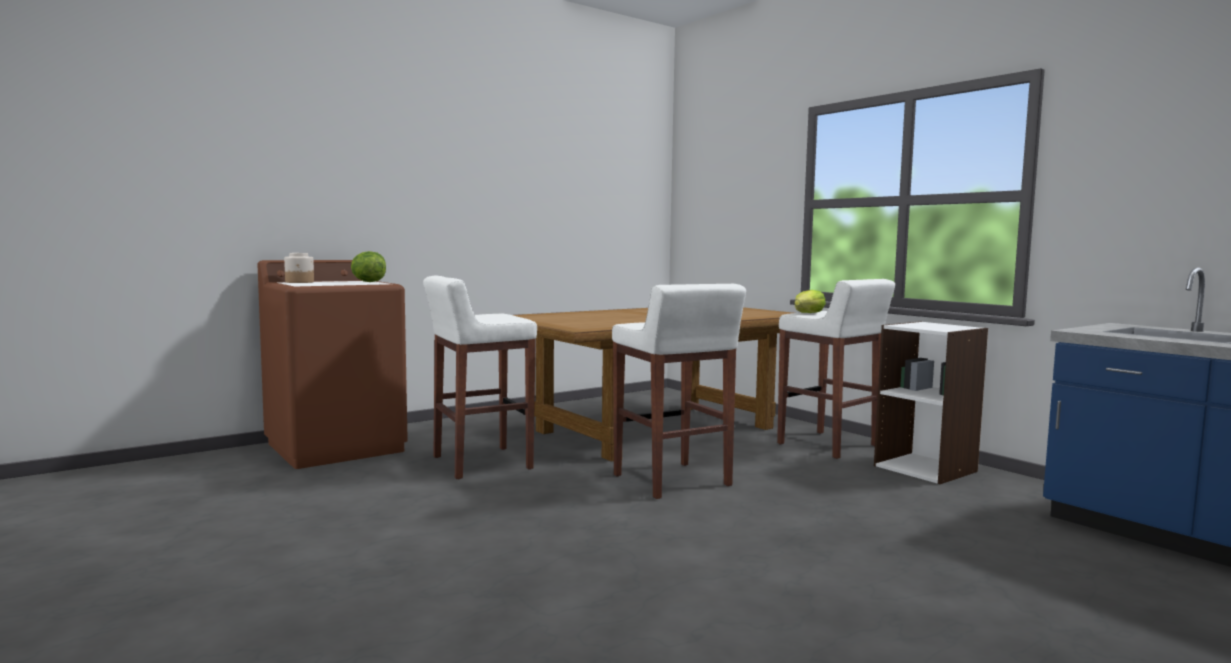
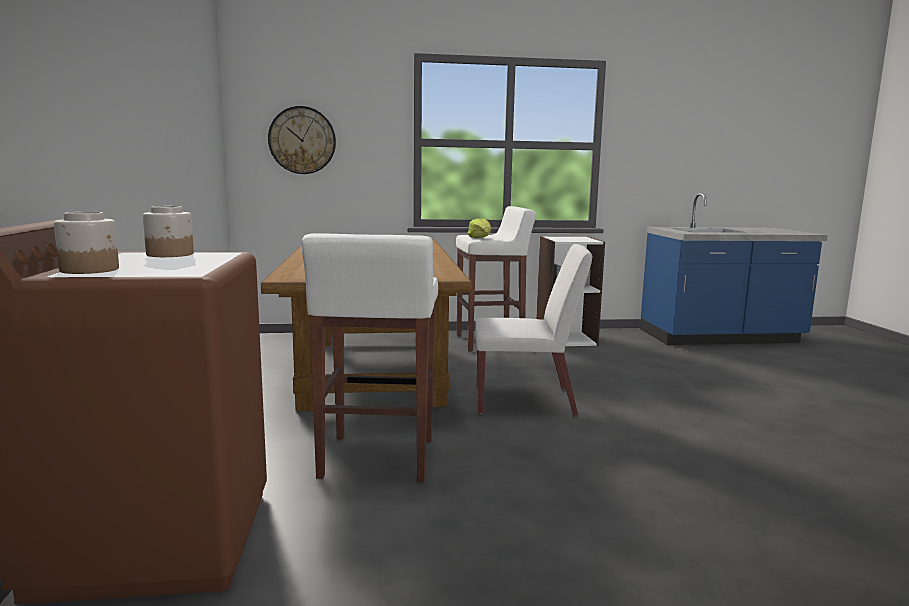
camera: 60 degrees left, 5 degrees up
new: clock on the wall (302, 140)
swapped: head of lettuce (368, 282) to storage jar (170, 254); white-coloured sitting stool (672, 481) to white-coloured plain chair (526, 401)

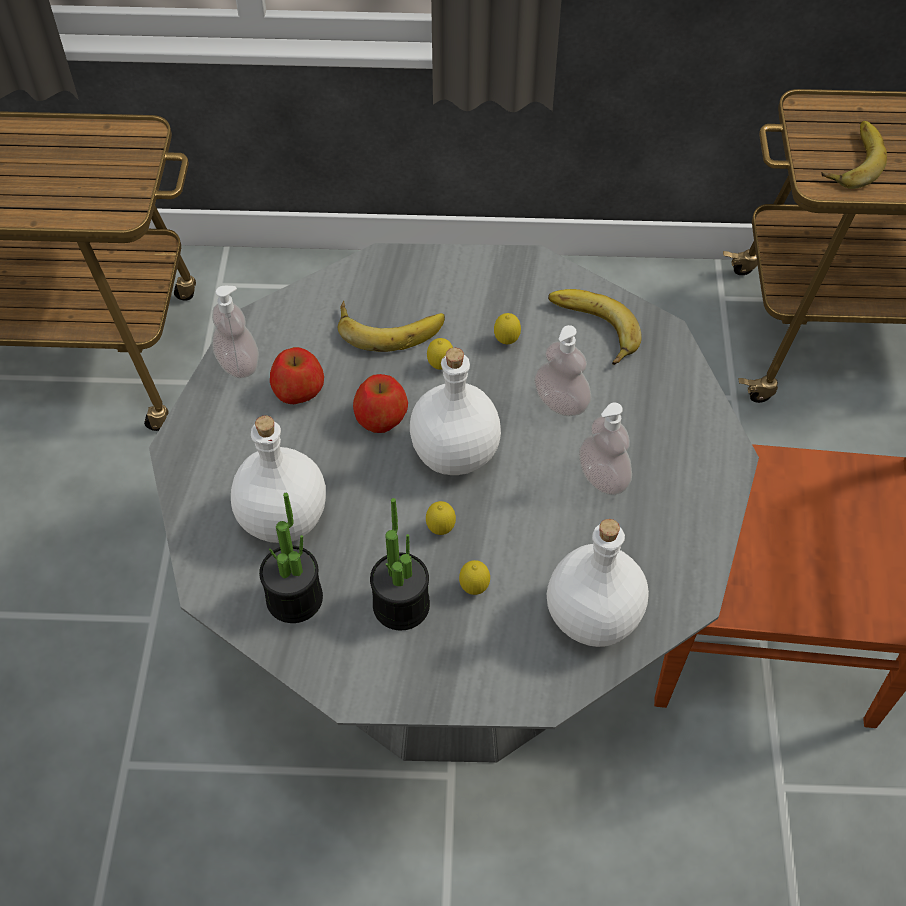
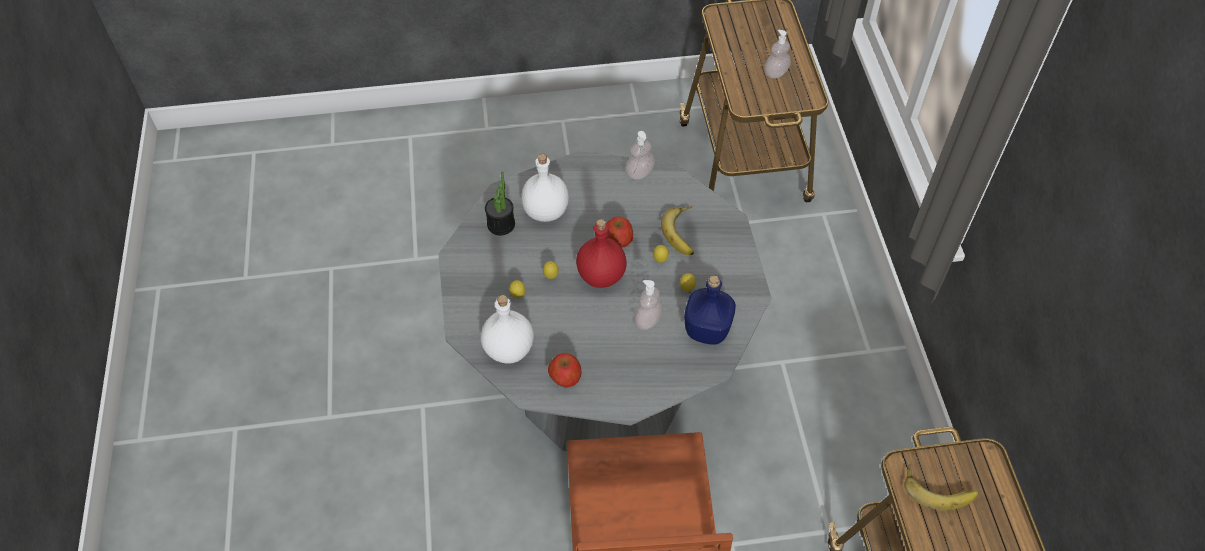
camera: 80 degrees right, 0 degrees up
gone: potted plant (401, 605)
shifted: apple (298, 390) to (565, 376); liquid soap bottle (602, 478) to (776, 73)
swapped: whole banana (590, 330) to blue-coloured beverage bottle (707, 329)
repainted: white-coloured beverage bottle (453, 453) to red beverage bottle (601, 275)

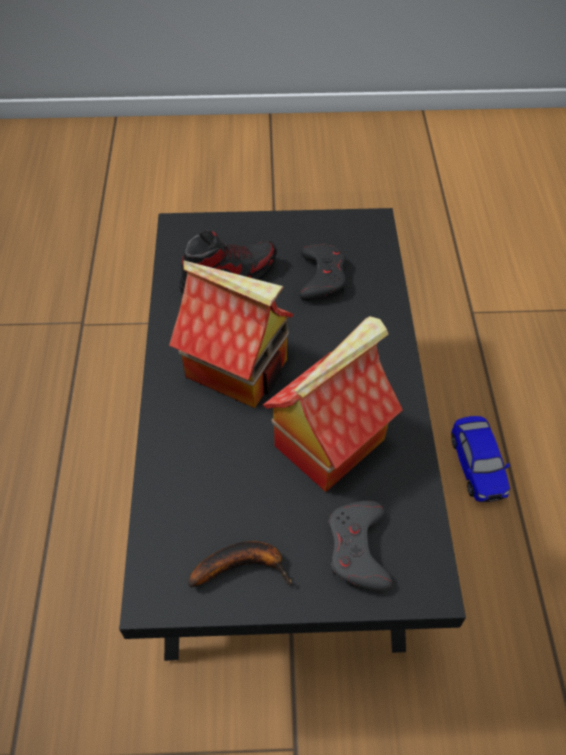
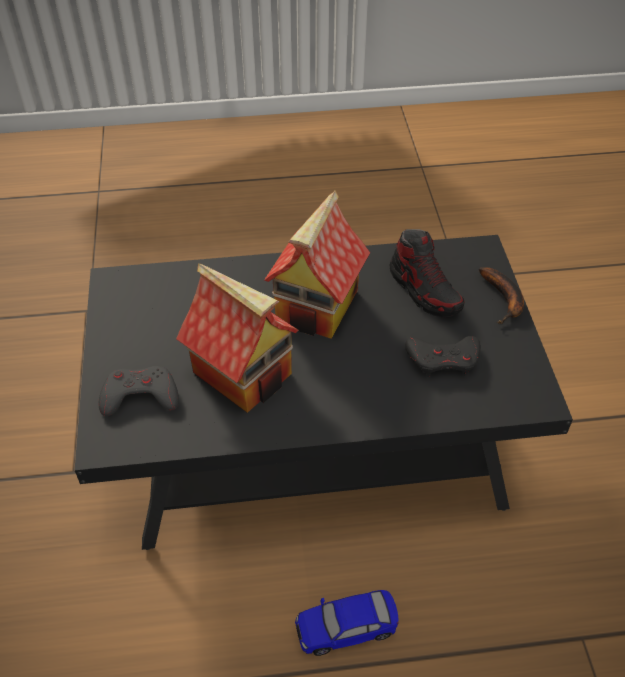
camera: 85 degrees right, 5 degrees down
shifted: whole banana (243, 565) to (504, 300)

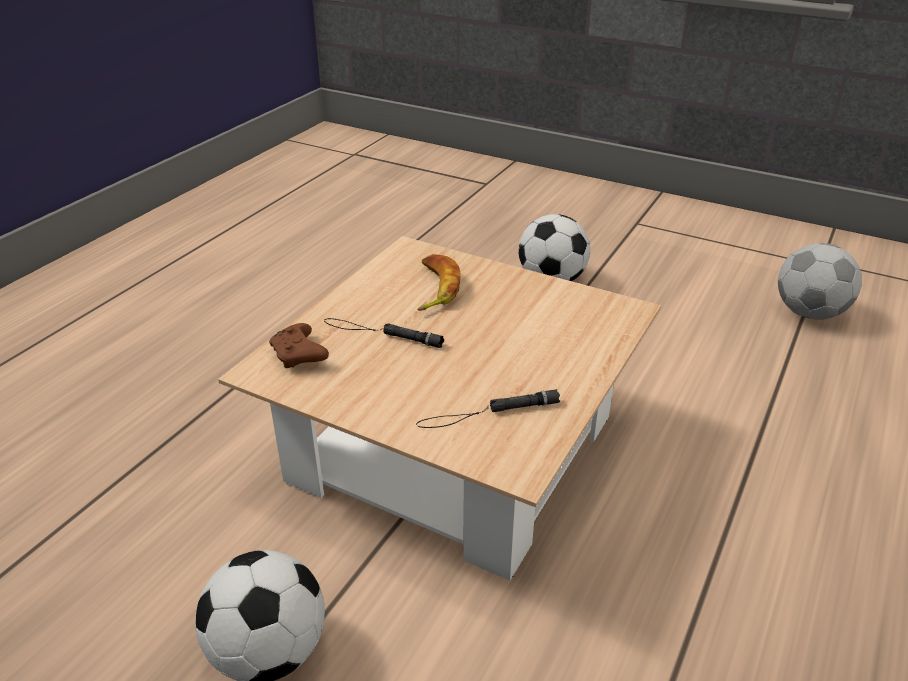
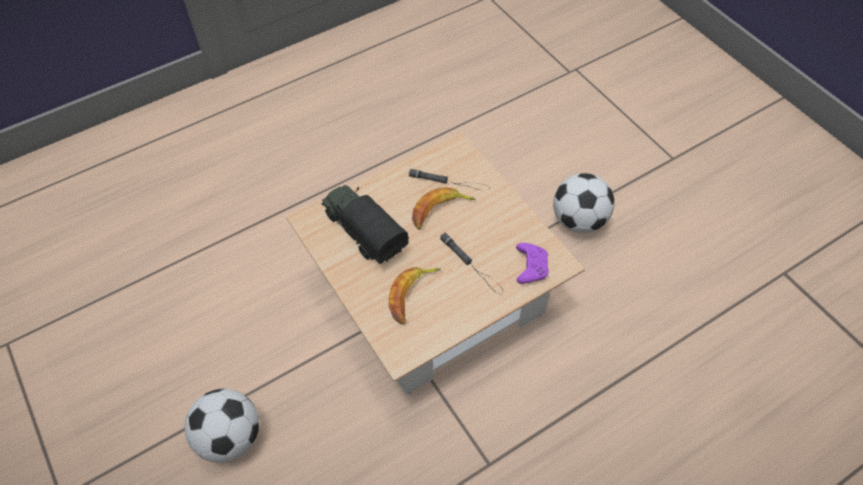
camera: 150 degrees left, 20 degrees up
gone: football ball (810, 313)
new: toy truck (363, 232); whole banana (439, 211)
repainted: brown-coloured game controller (299, 356) to purple-coloured game controller (530, 267)

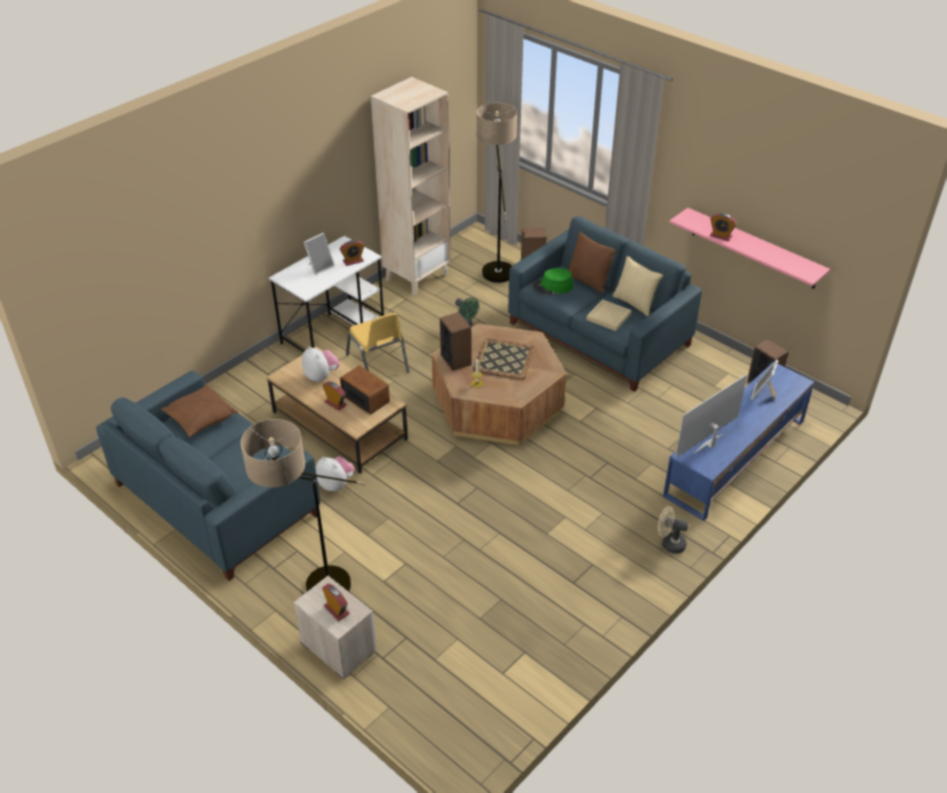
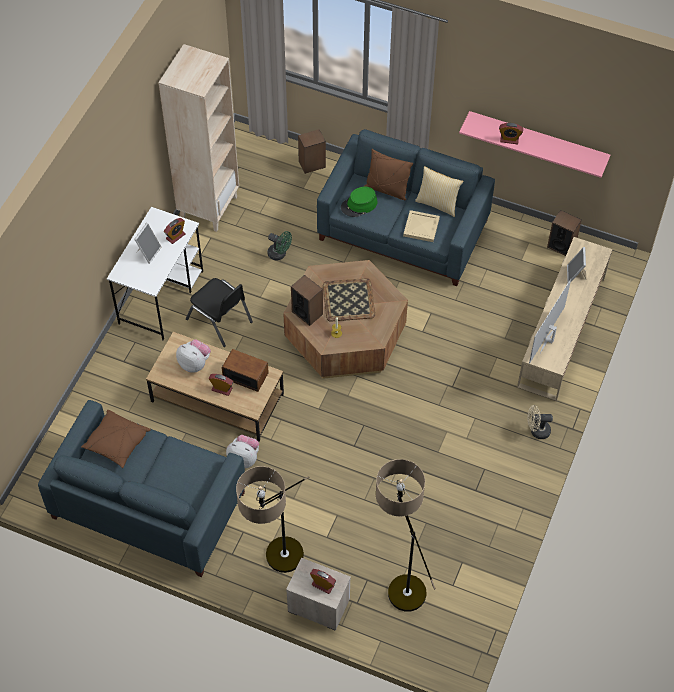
camera: 20 degrees left, 15 degrees up
shifted: standard lamp (496, 265) to (399, 580)
repainted: yellowish plain chair (378, 363) to black plain chair (219, 320); blue-coloured media console (734, 458) to beige-coloured media console (561, 331)

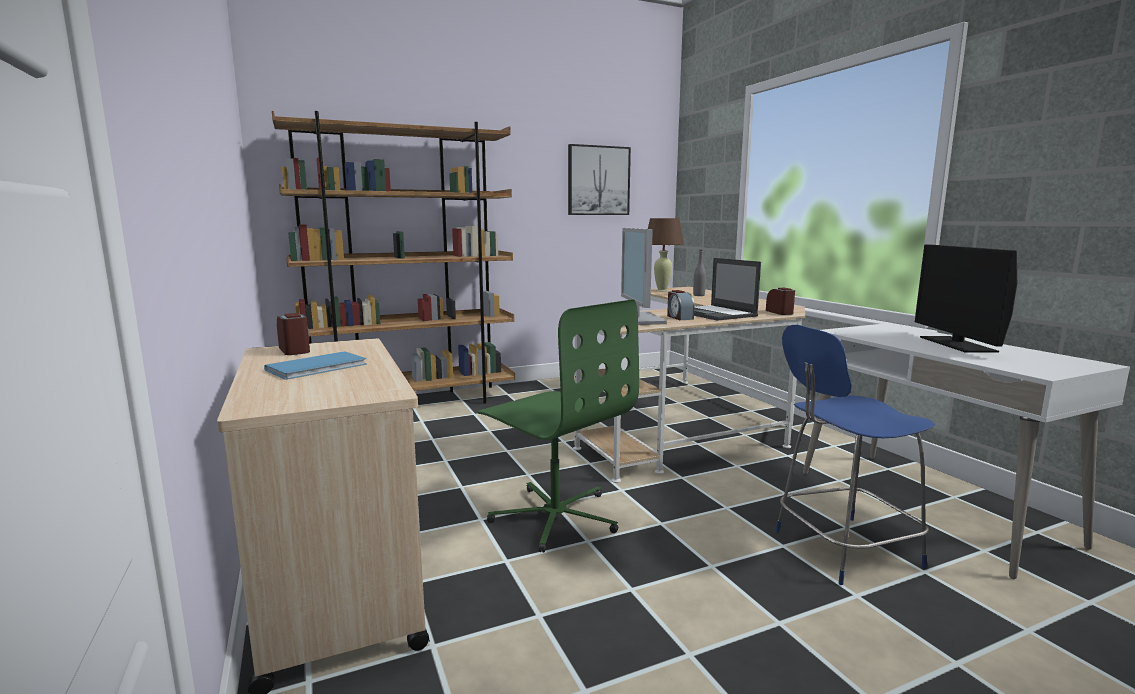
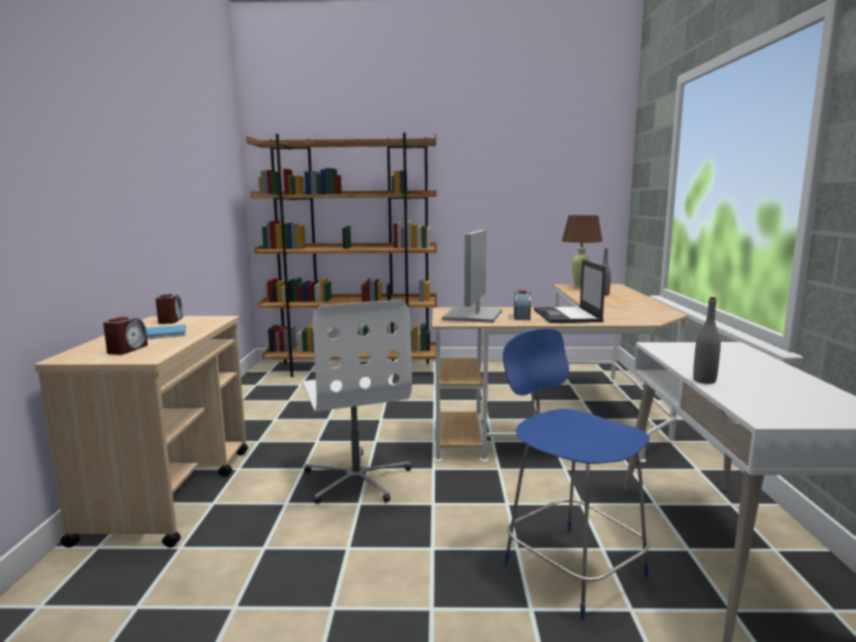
camera: 25 degrees right, 0 degrees up
gone: wall picture (598, 180); computer screen (957, 344)
new: grey beverage bottle (704, 381)
shifted: alarm clock (780, 312) to (127, 349)
repainted: greenish desk chair (555, 516) to white-coloured desk chair (357, 478)
rotated: blue-coloured plain chair (842, 549) = (570, 566) 45 degrees clockwise

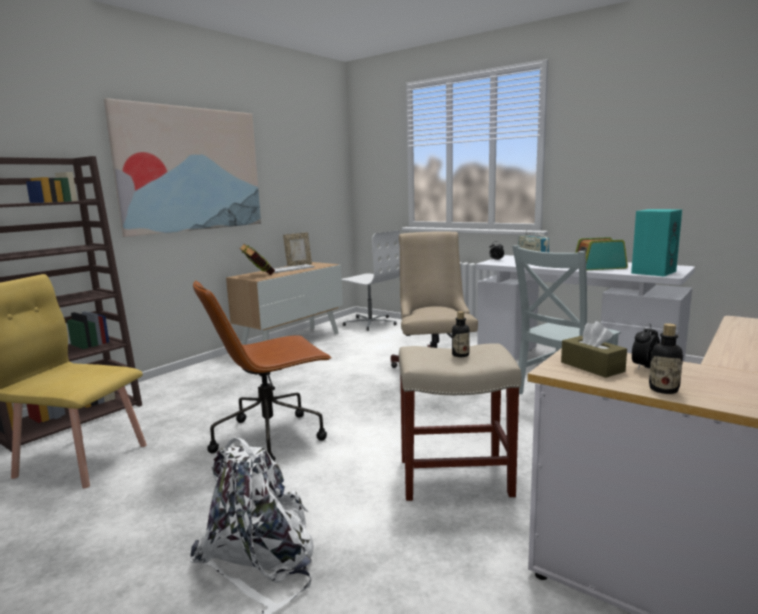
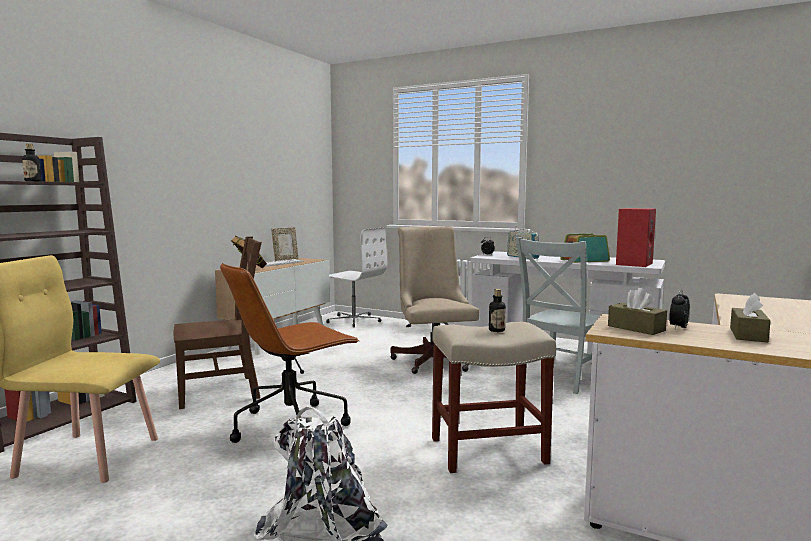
camera: 10 degrees left, 5 degrees down
gone: wall picture (191, 169)
new: brown-coloured plain chair (223, 391); brown-coloured tissue holder (748, 335)
shifted: beverage bottle (663, 390) to (32, 181)
repainted: turquoise-coloured speaker (653, 272) to red speaker (633, 264)

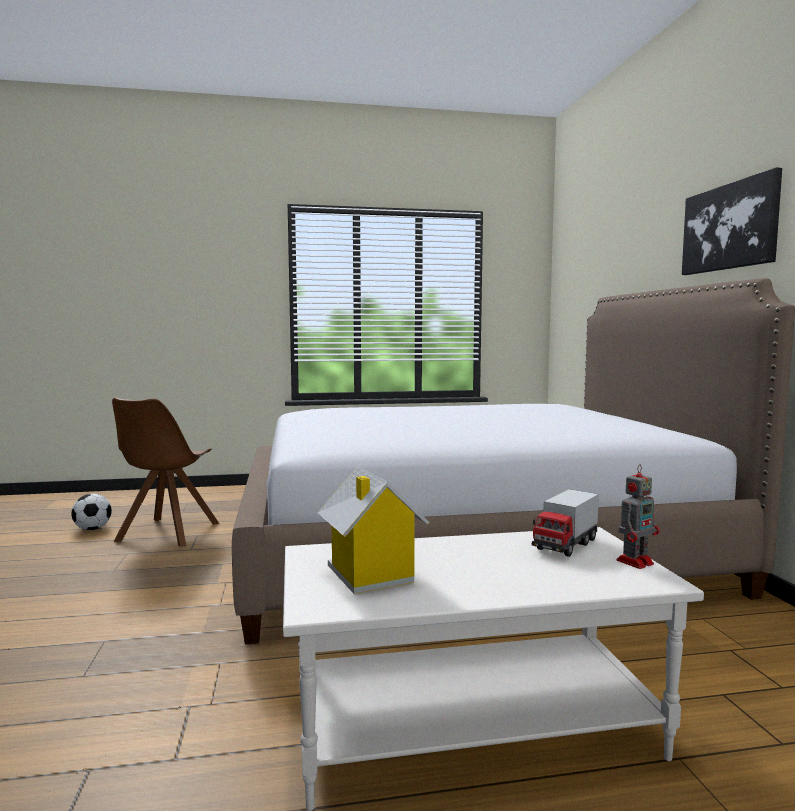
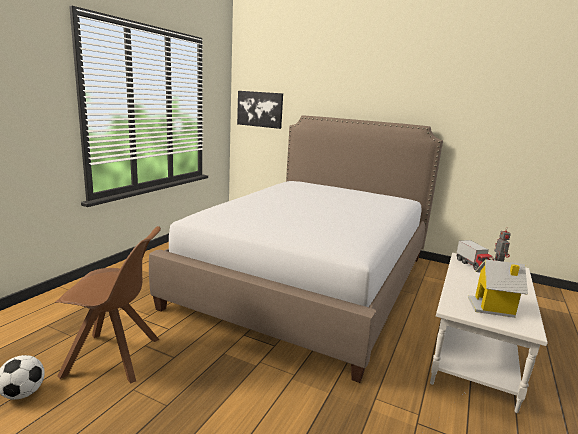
camera: 55 degrees left, 10 degrees up
shifted: wall picture (729, 227) to (260, 109)
rotated: brown-coloured plain chair (166, 533) = (115, 357) 45 degrees counterclockwise

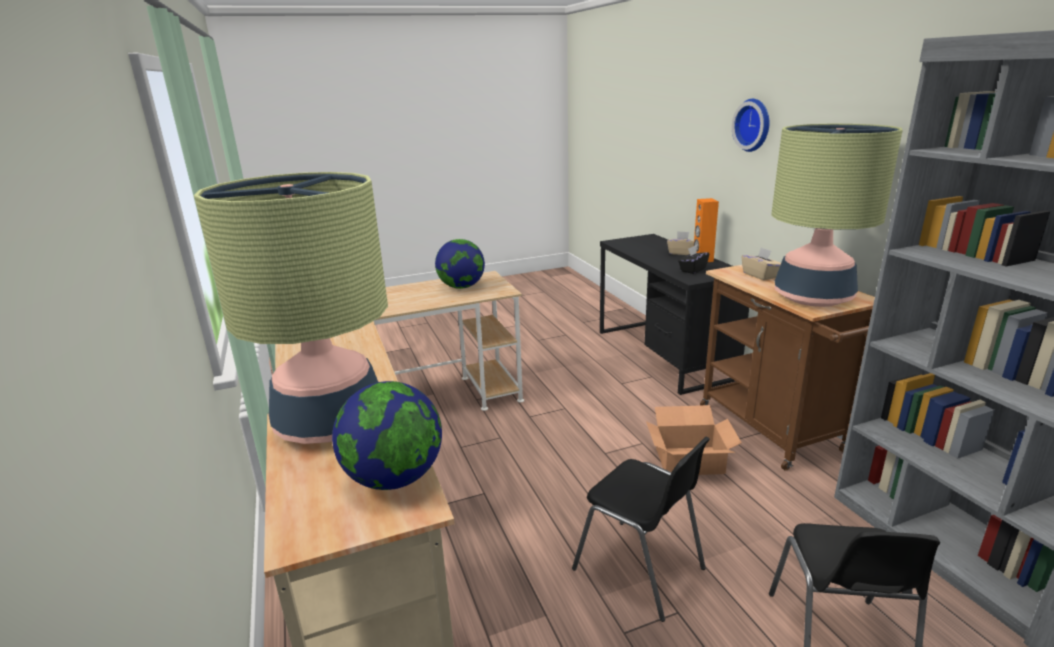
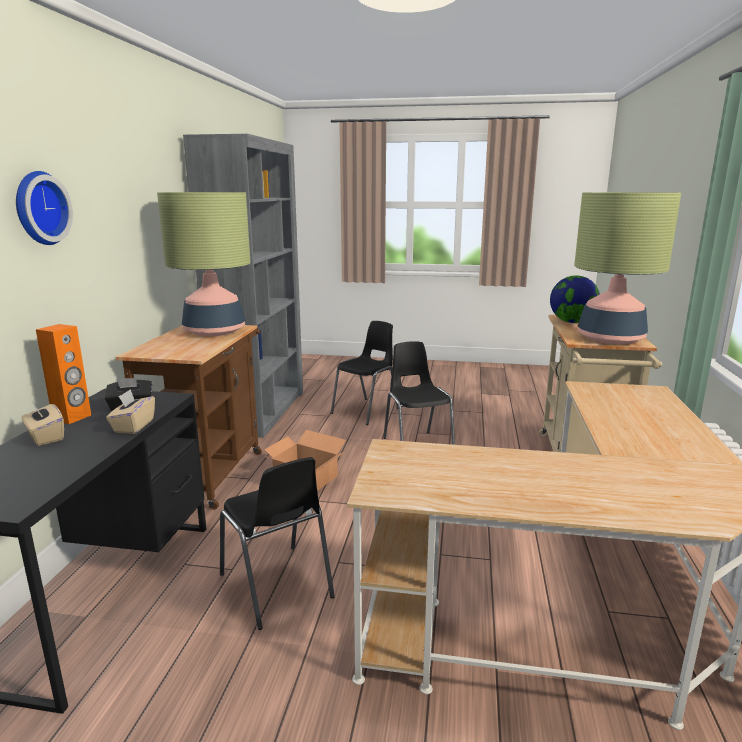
camera: 150 degrees left, 5 degrees down
gone: world globe (461, 287)
new: black plain chair (276, 586)
shifted: beige-coloured tissue holder (760, 275) to (133, 426)

